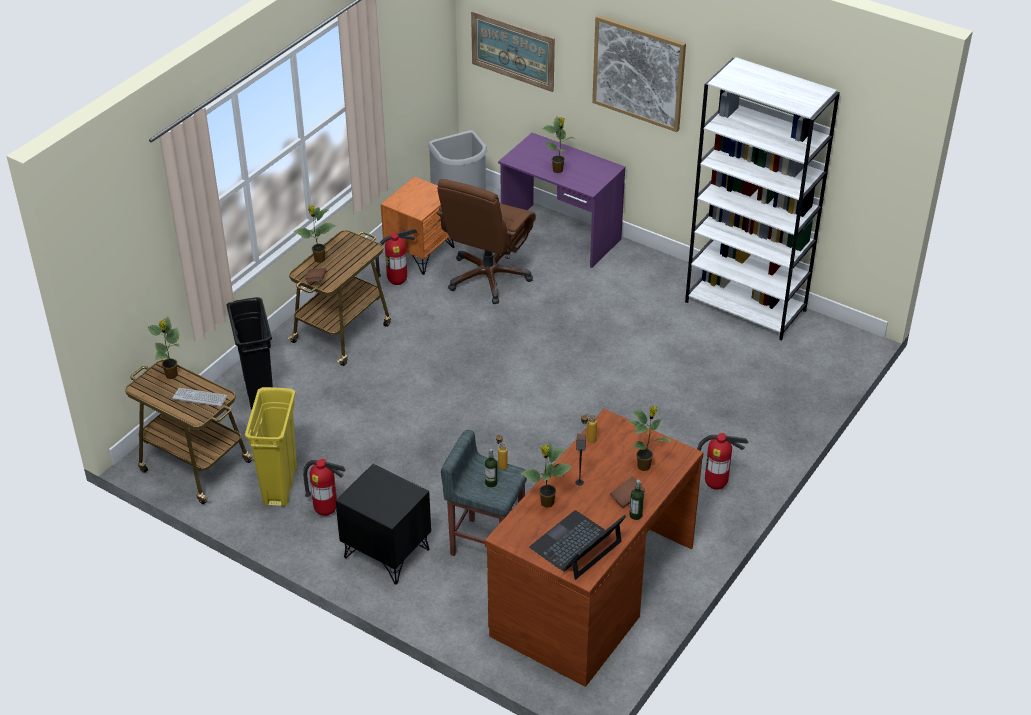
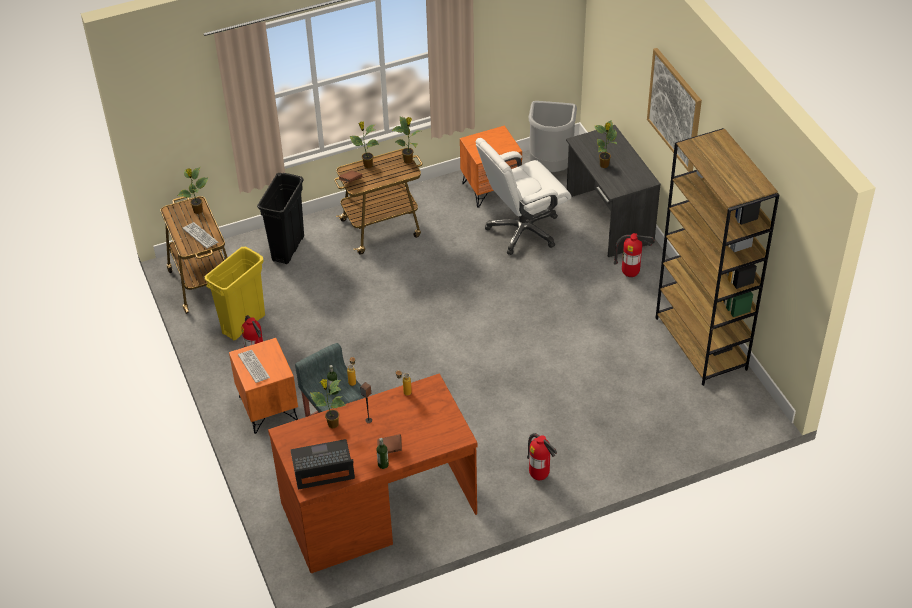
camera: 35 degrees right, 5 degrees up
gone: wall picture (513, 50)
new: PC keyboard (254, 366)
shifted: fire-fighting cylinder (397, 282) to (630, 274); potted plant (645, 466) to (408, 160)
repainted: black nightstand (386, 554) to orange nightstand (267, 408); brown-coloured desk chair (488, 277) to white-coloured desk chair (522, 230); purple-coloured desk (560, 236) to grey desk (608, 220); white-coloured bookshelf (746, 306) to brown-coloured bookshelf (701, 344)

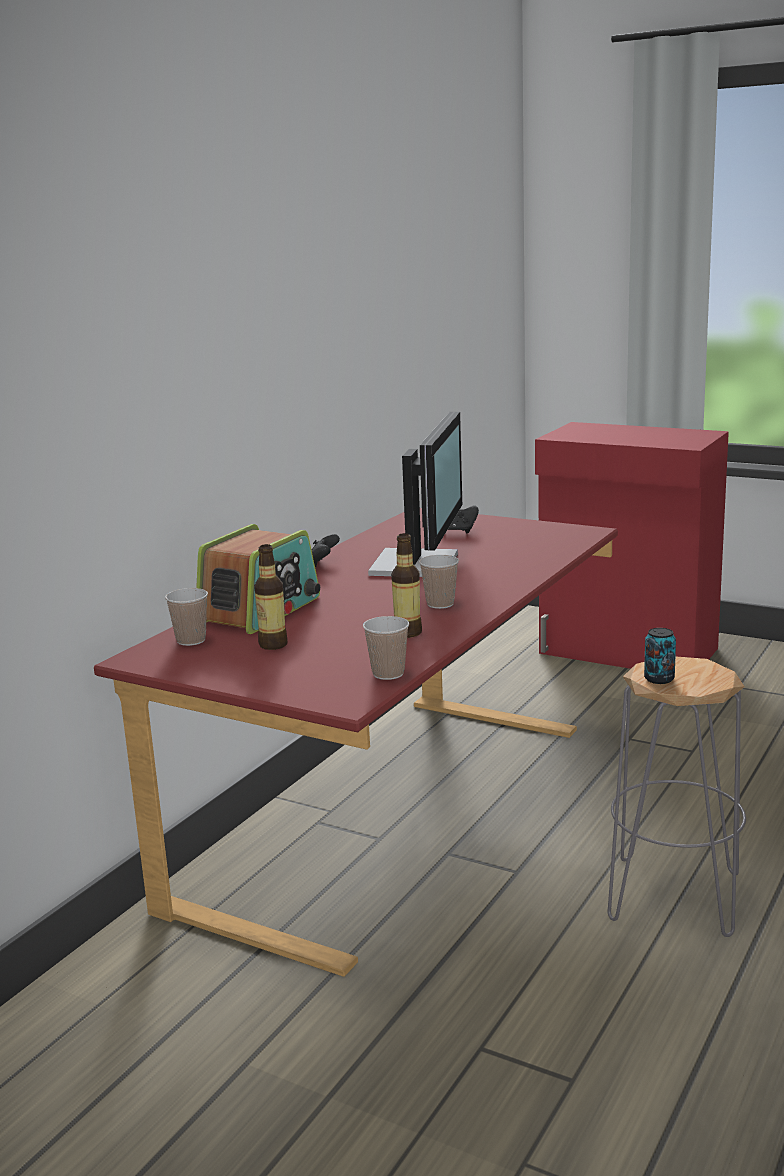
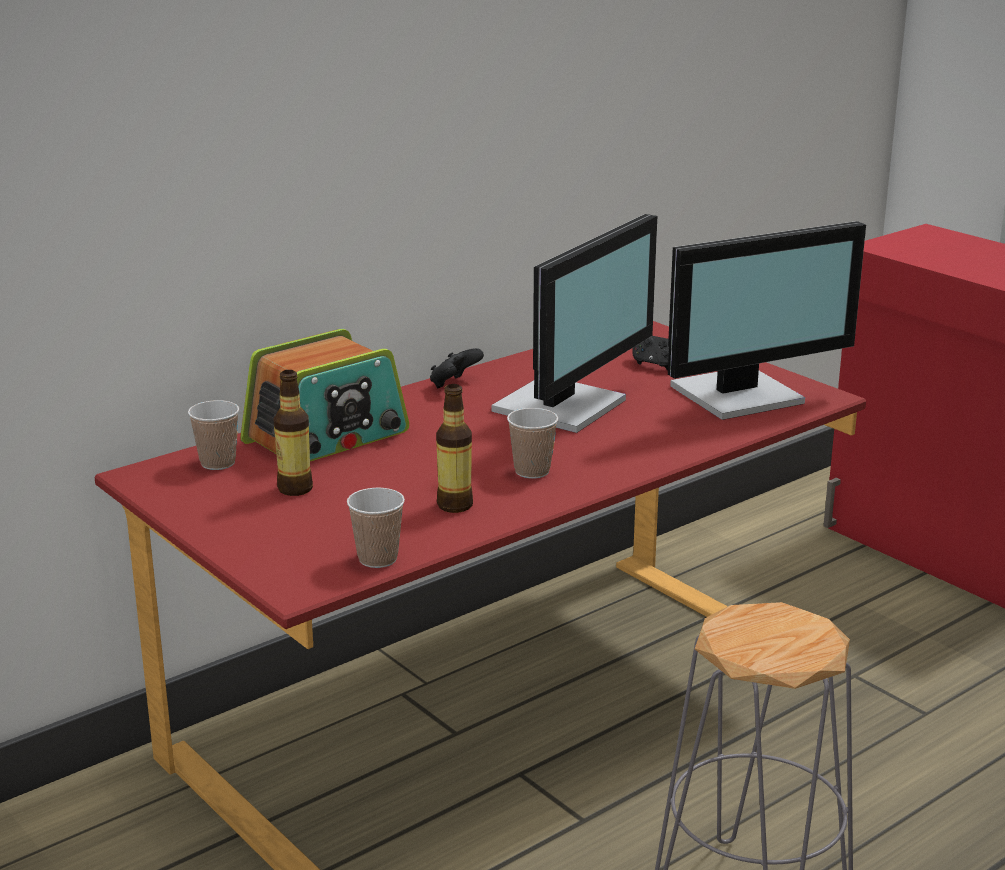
camera: 20 degrees right, 5 degrees up
gone: metal can (659, 679)
new: computer screen (741, 396)

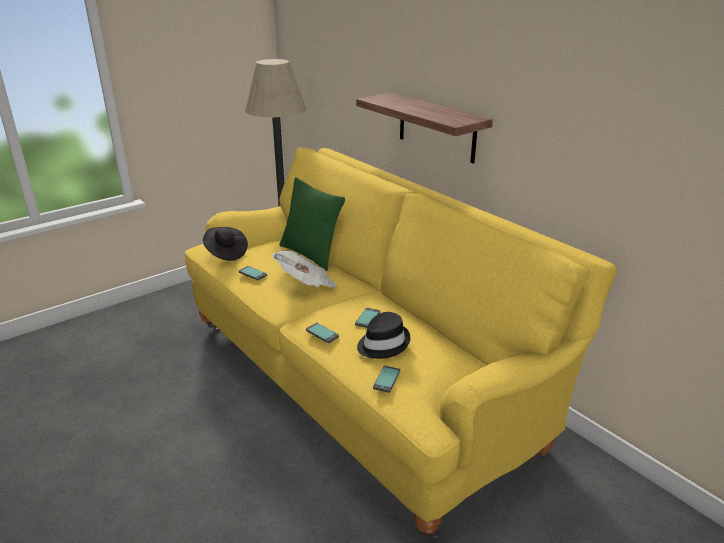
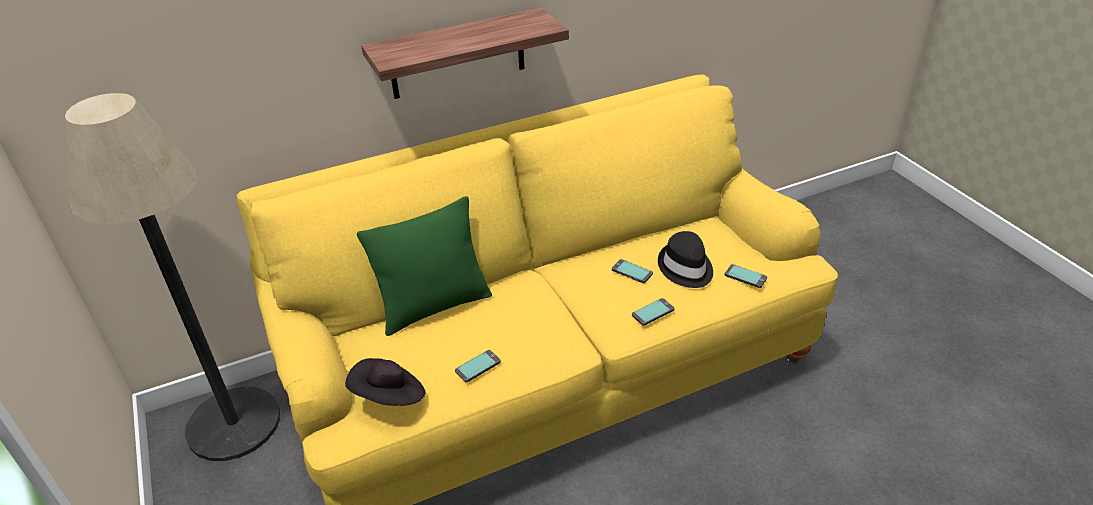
camera: 75 degrees left, 10 degrees up
gone: newspaper (306, 284)

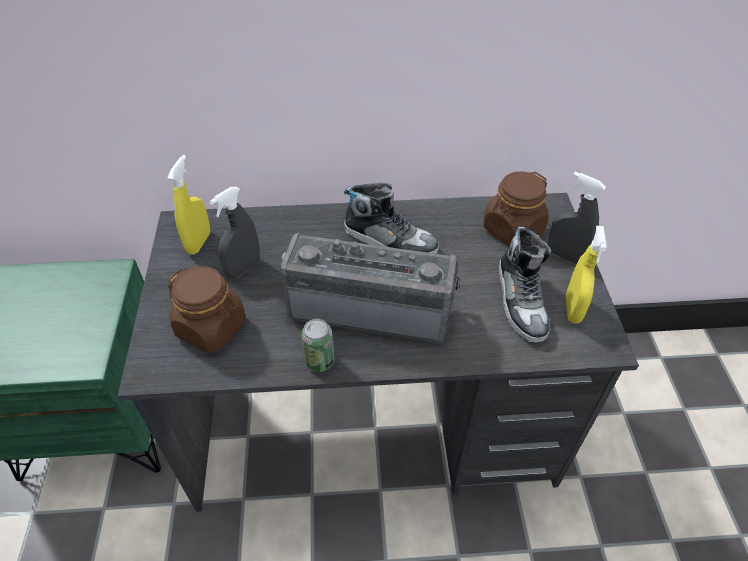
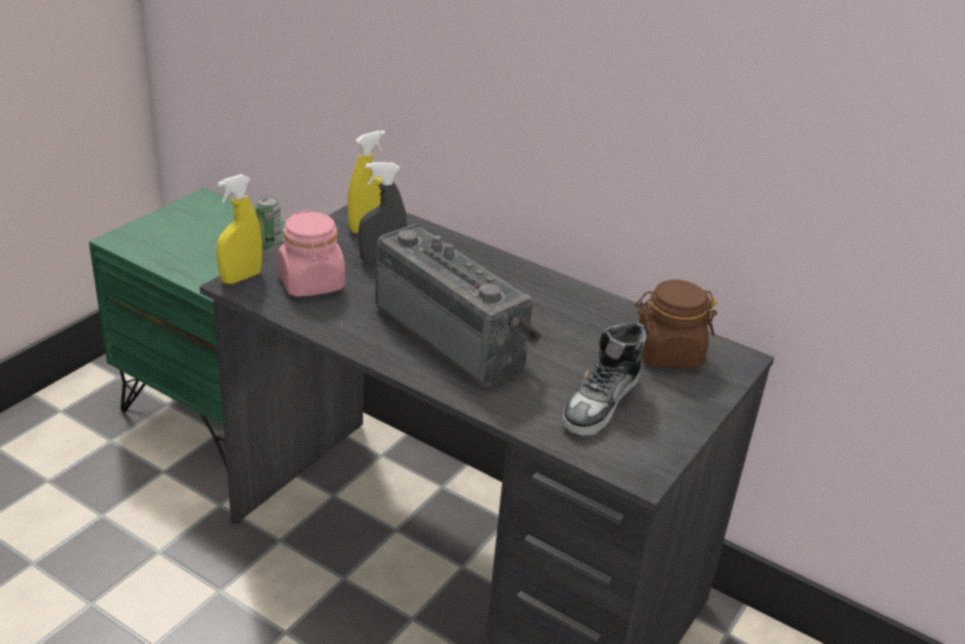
camera: 35 degrees right, 15 degrees down
gone: low shoe (390, 240); grey hand sprayer (565, 256)
shifted: metal can (320, 361) to (269, 240); yellowish hand sprayer (572, 309) to (241, 278)
repainted: brown-coloured storage jar (212, 328) to pink storage jar (311, 283)

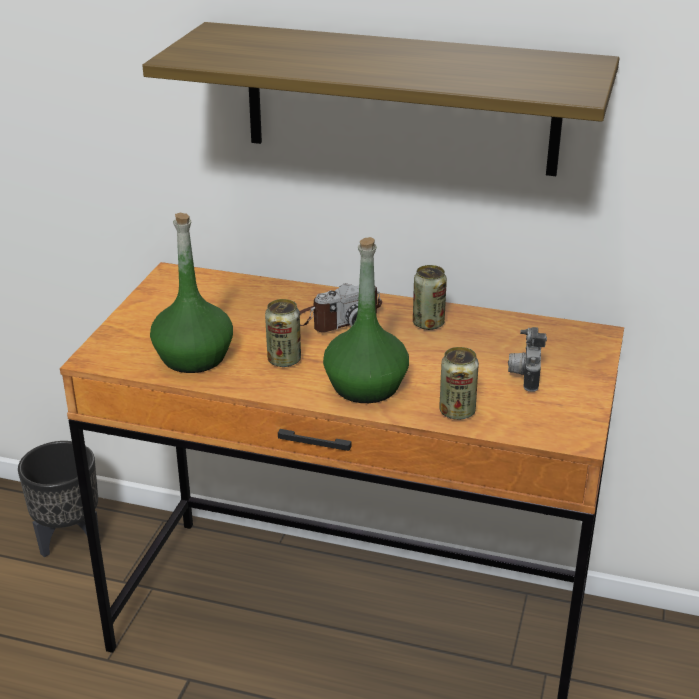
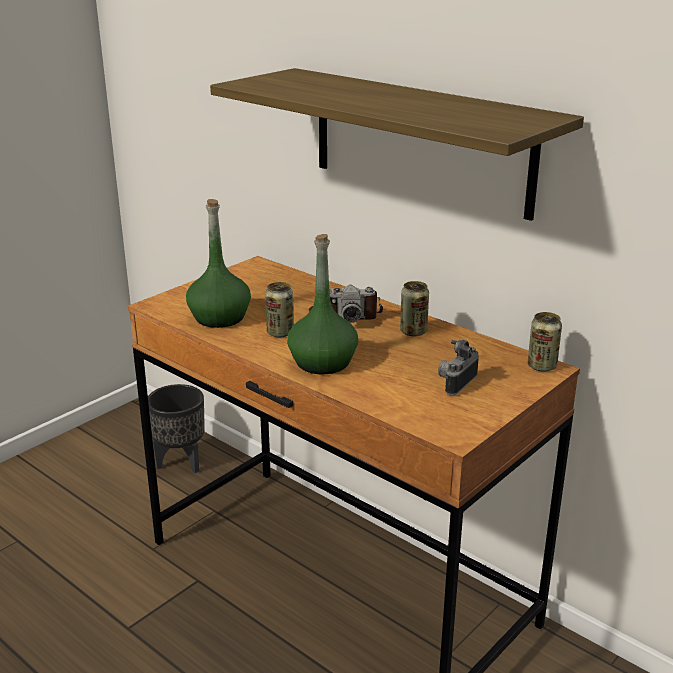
camera: 25 degrees right, 5 degrees down
shifted: metal can (457, 412) to (541, 366)

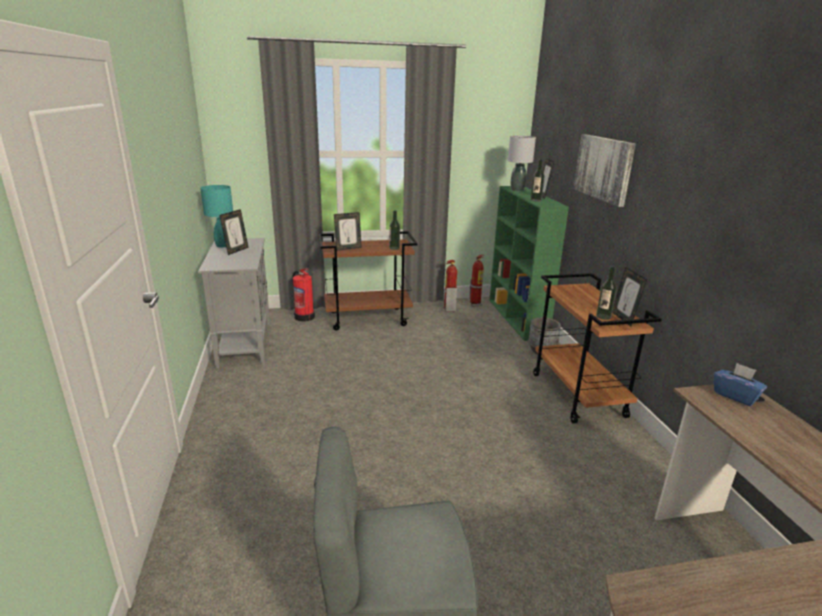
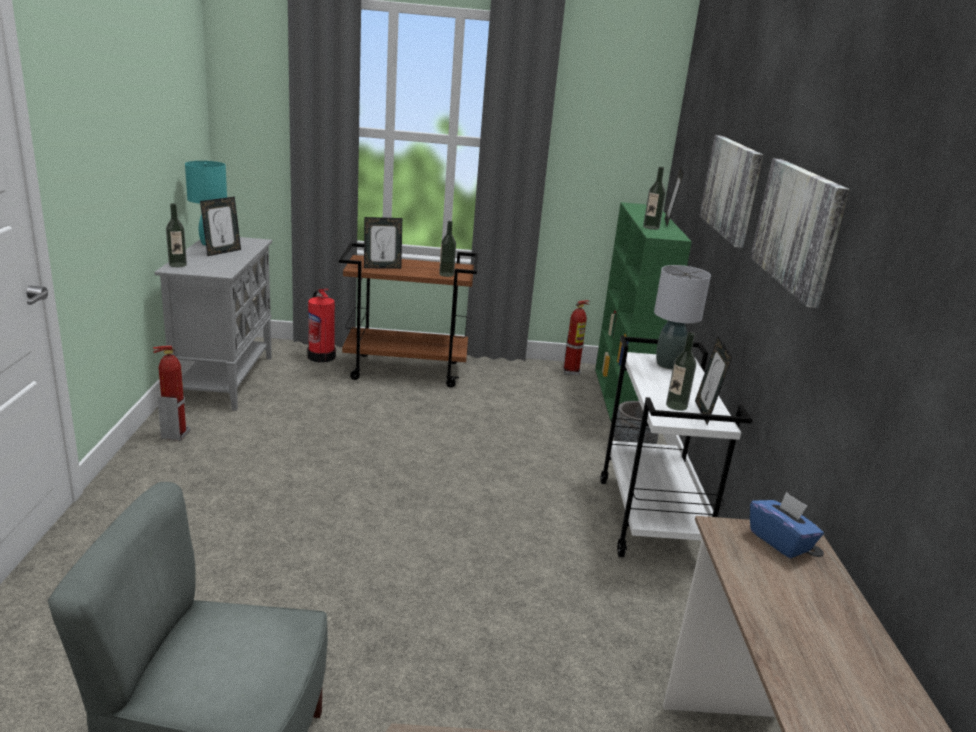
camera: 10 degrees right, 0 degrees up
new: beverage bottle (177, 265); wall picture (799, 228)
shifted: fire-fighting cylinder (449, 309) to (175, 434); grey table lamp (517, 190) to (668, 365)
repainted: brown-coloured cart (579, 395) to white-coloured cart (651, 520)

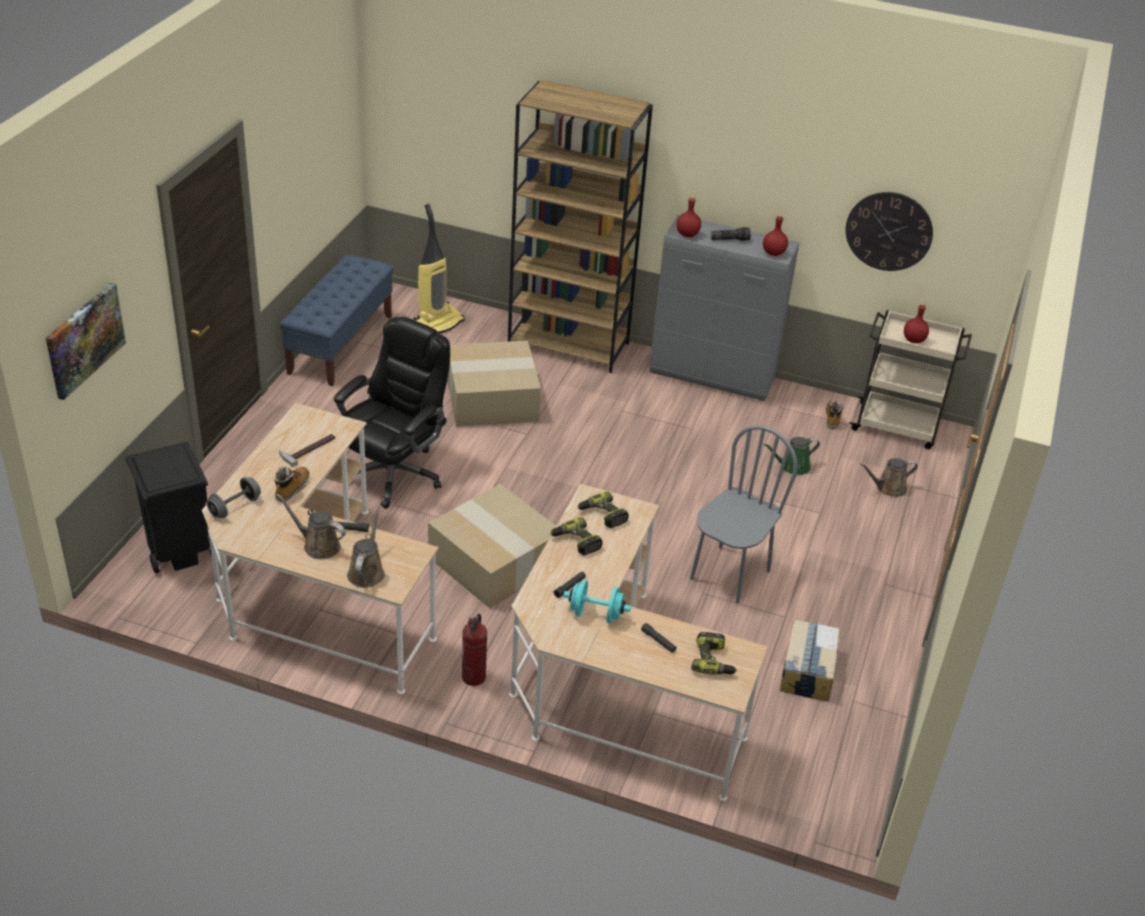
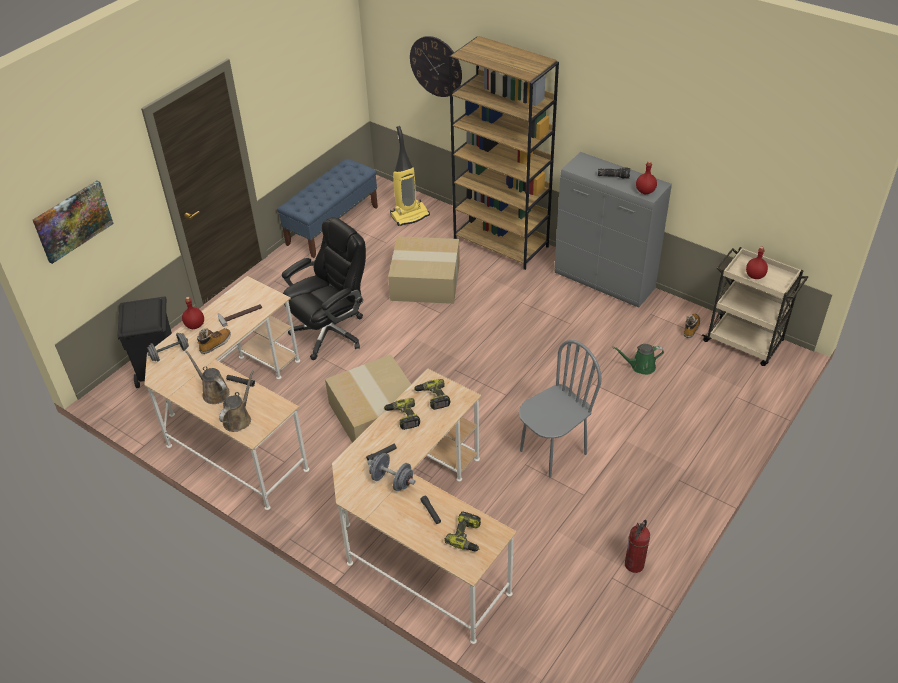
camera: 20 degrees right, 5 degrees up
gone: packing box (807, 670); brown-coloured watering pot (888, 488)
shifted: fire-fighting cylinder (474, 677) to (634, 565); red beverage bottle (688, 234) to (195, 325); clock on the wall (889, 231) to (436, 66)
repainted: turquoise-coloured free weight (595, 614) to grey free weight (392, 481)

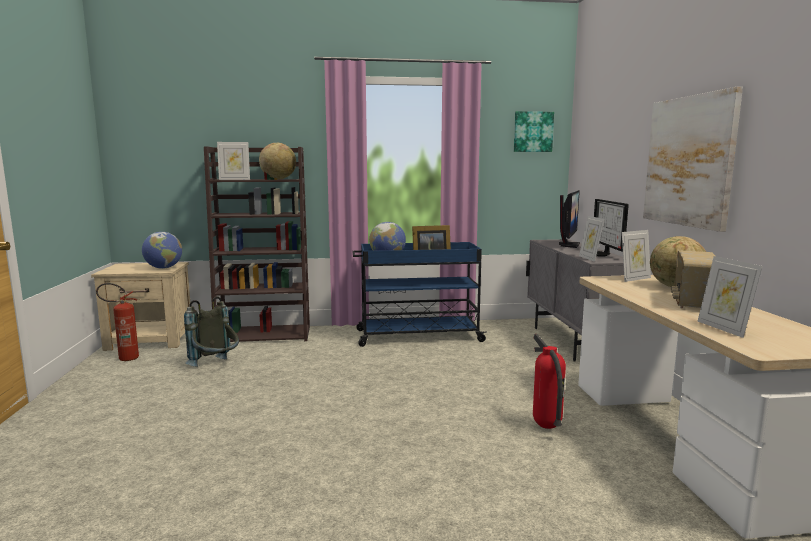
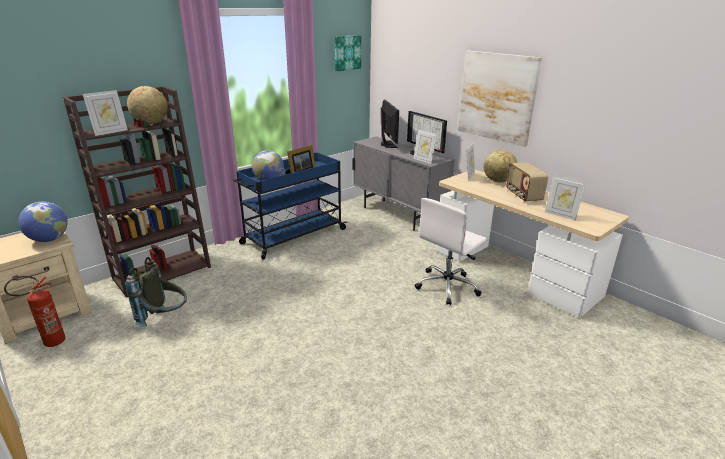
camera: 35 degrees left, 15 degrees up
swapped: fire-fighting cylinder (545, 426) to white-coloured desk chair (447, 286)

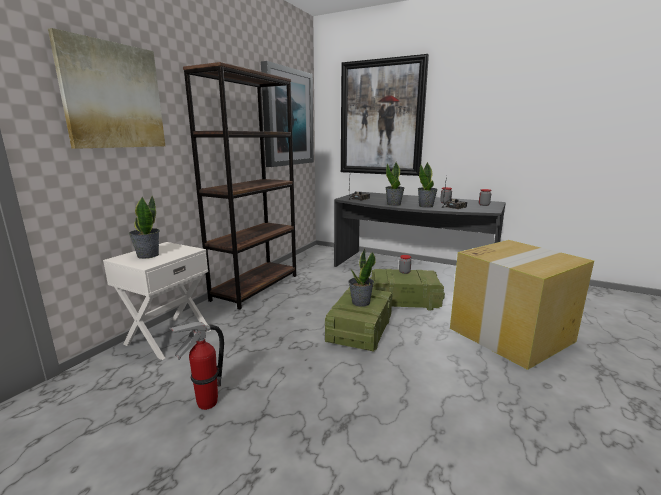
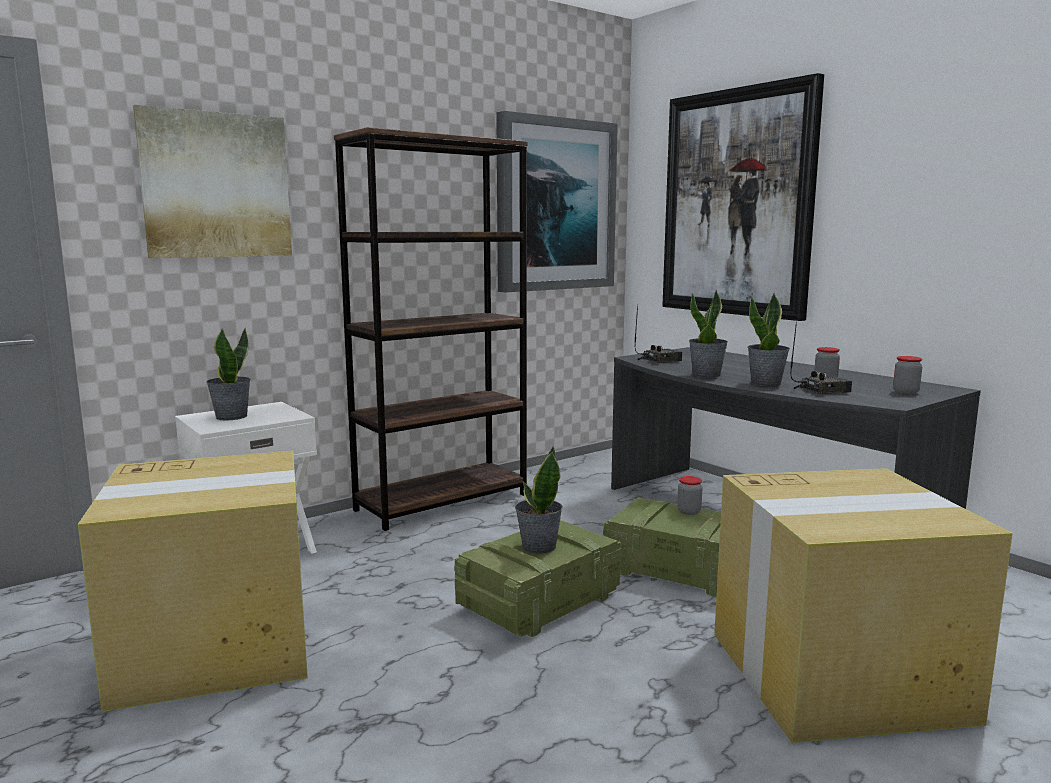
camera: 25 degrees right, 5 degrees down
swapped: fire-fighting cylinder (206, 403) to packing box (218, 645)

